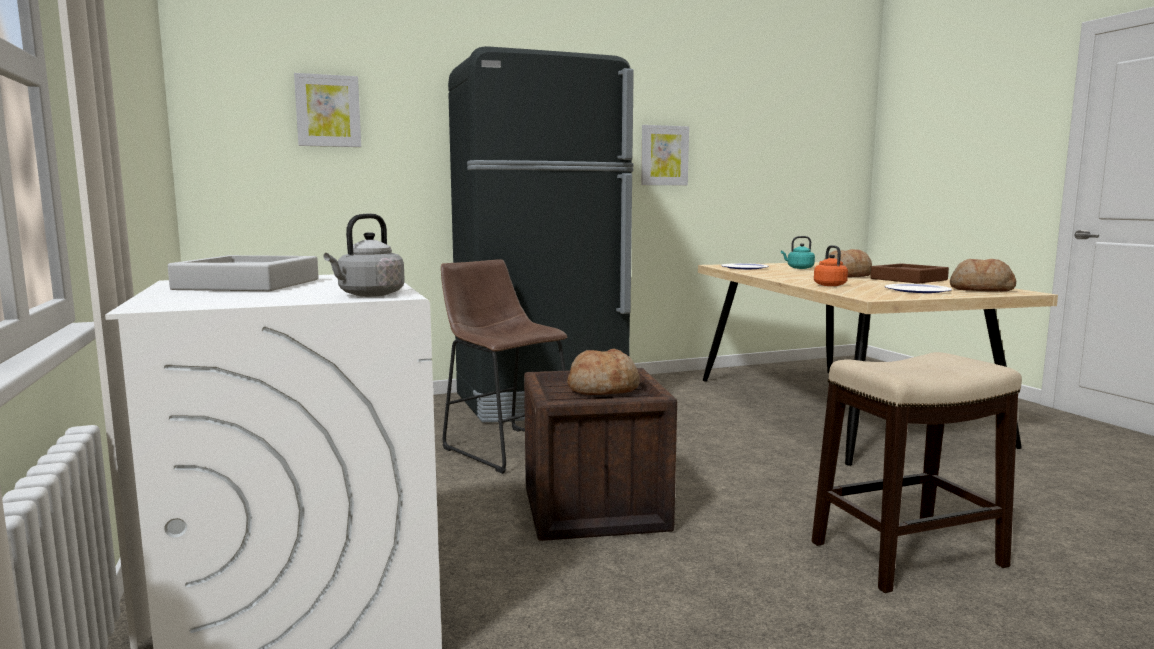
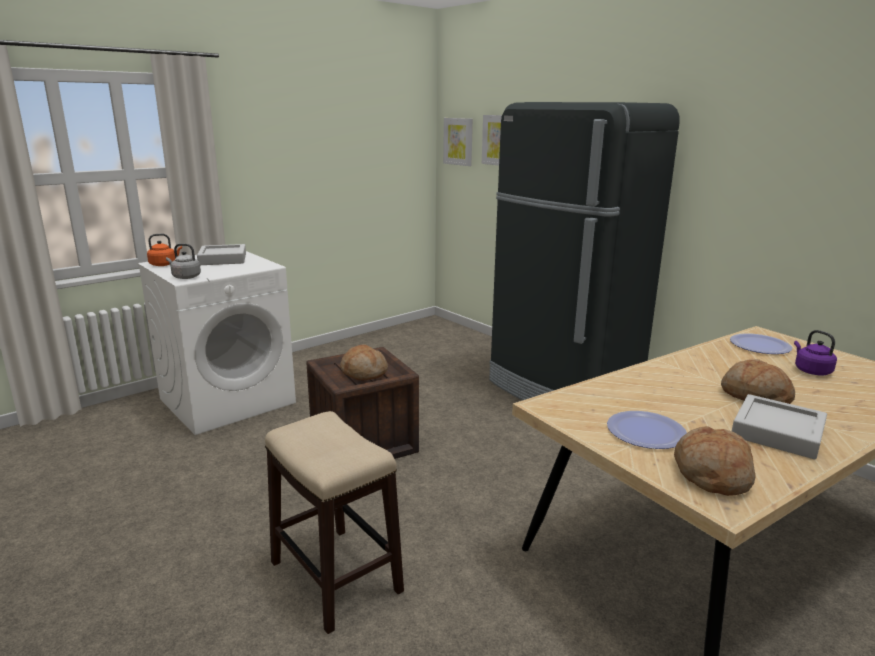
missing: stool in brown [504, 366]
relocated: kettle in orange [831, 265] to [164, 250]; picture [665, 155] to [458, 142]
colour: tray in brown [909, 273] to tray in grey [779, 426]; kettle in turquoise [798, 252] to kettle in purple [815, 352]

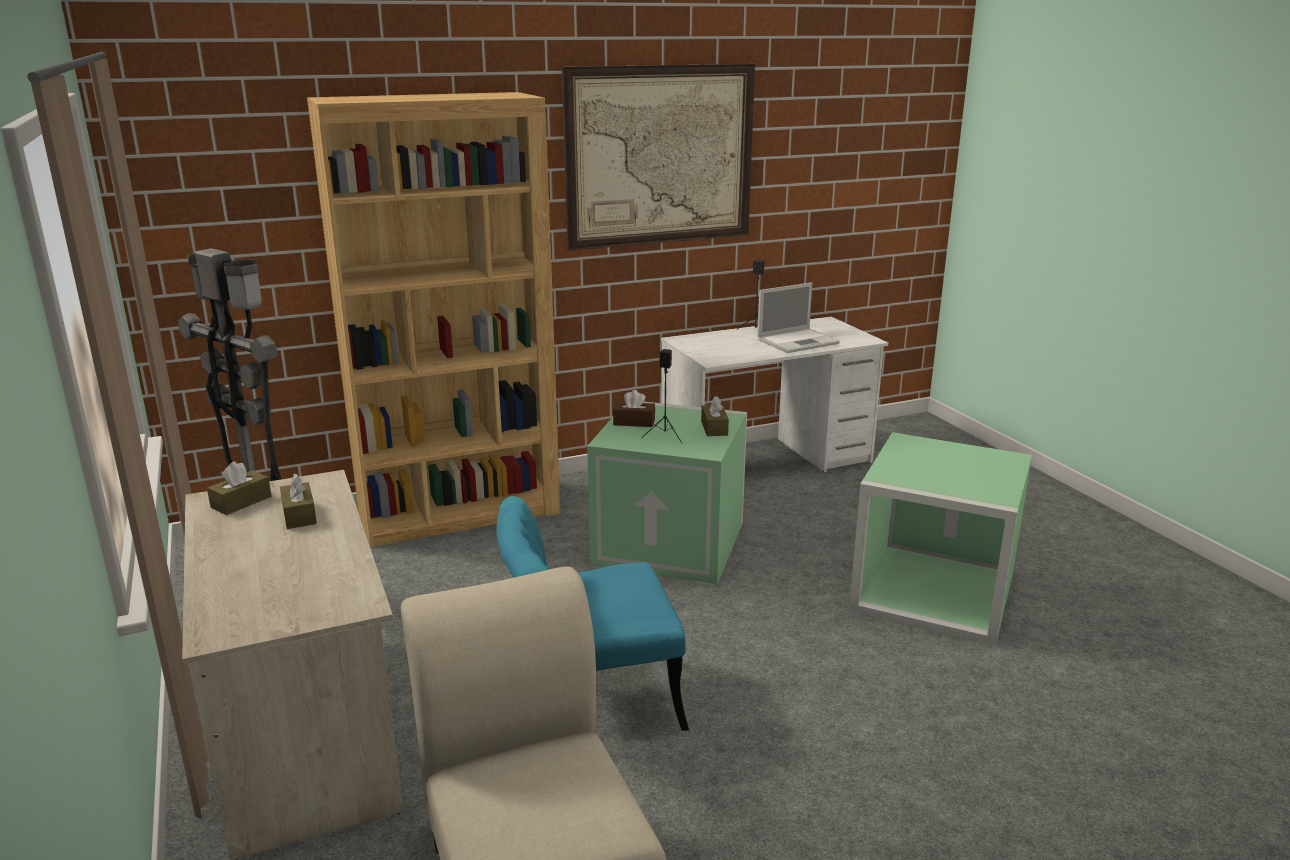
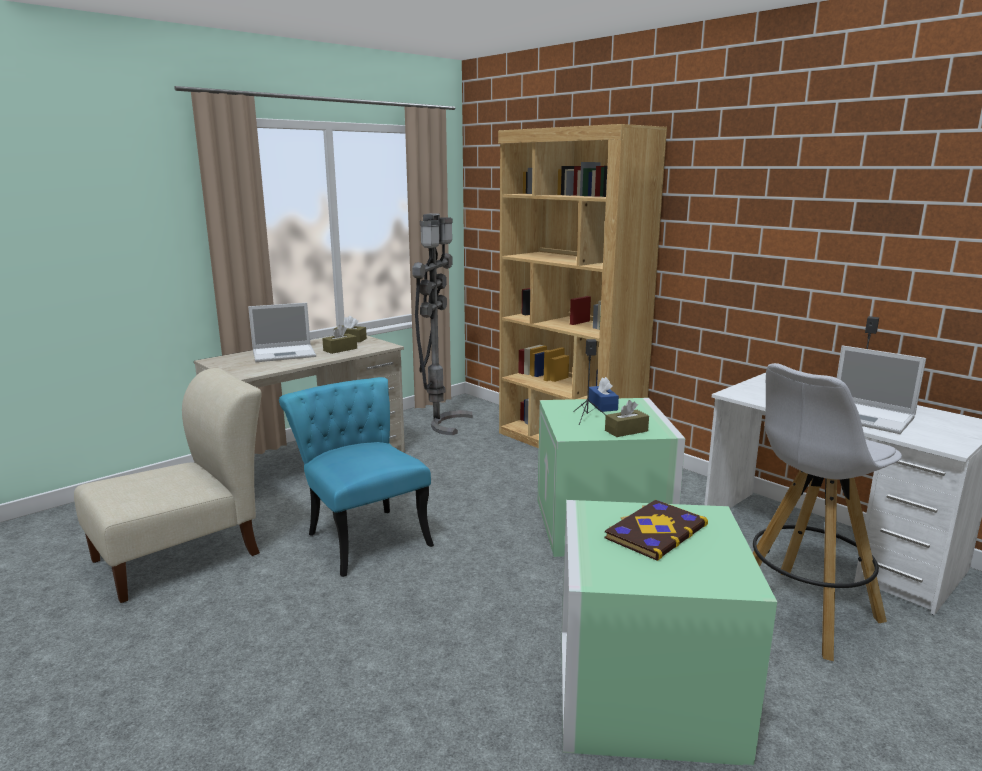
missing: picture [658, 157]
appeared: laptop [282, 332]; book [656, 530]; stool in white [827, 512]
colour: tissue box in brown [634, 408] to tissue box in blue [604, 394]

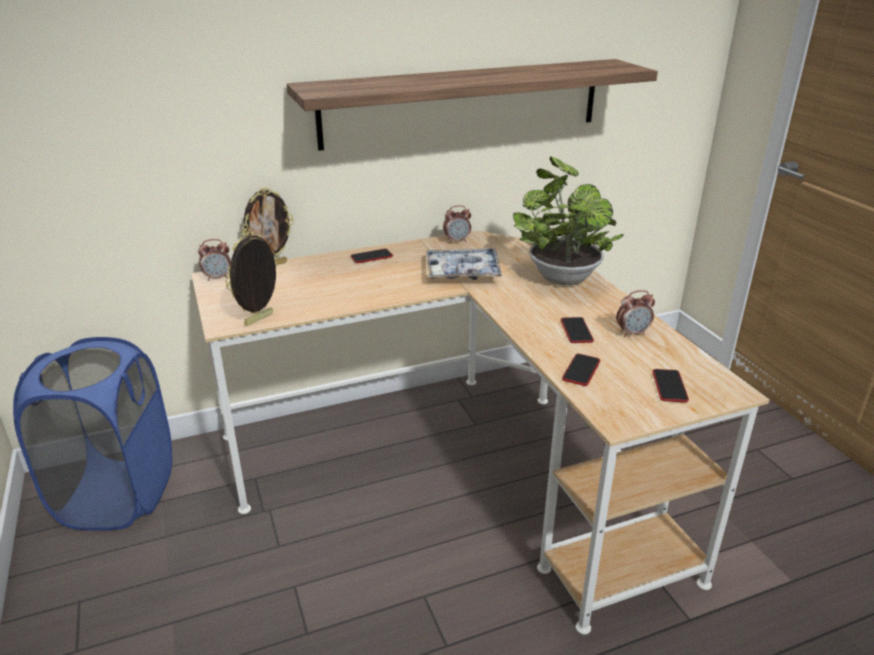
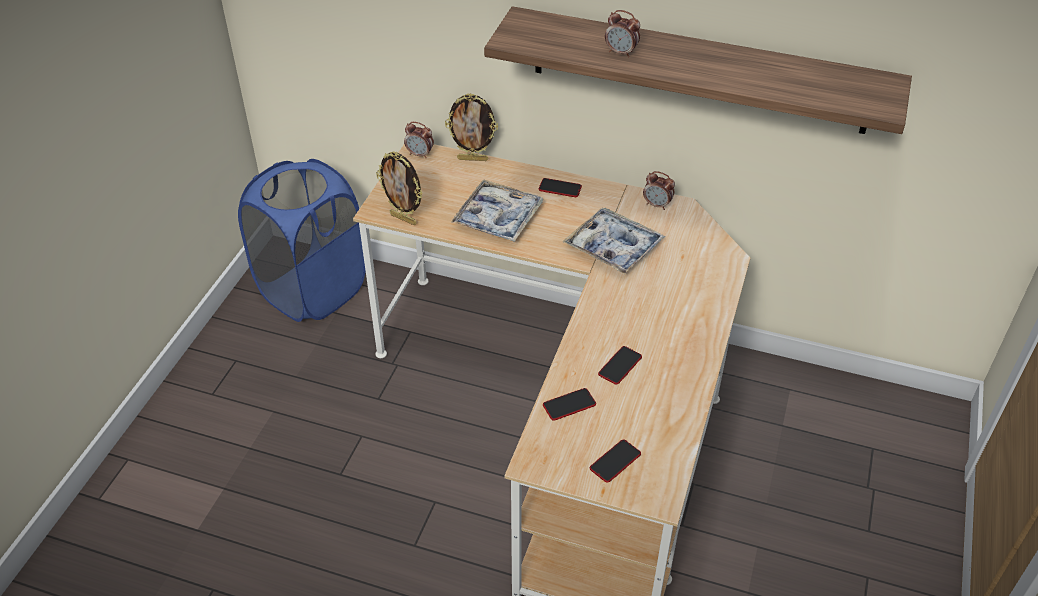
missing: potted plant [568, 221]
appeared: tray [497, 210]
relocated: alarm clock [635, 313] to [622, 34]
spun: picture frame [251, 278] = [399, 188] 135 degrees counterclockwise

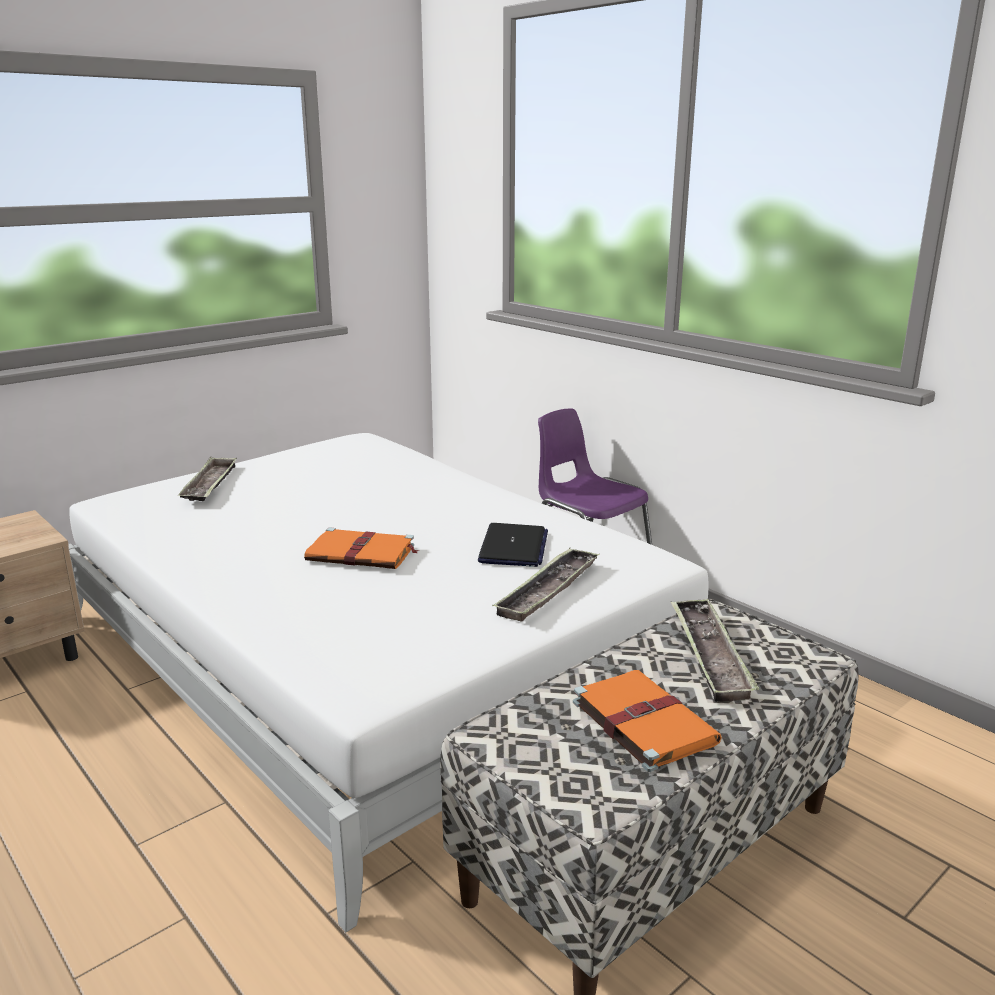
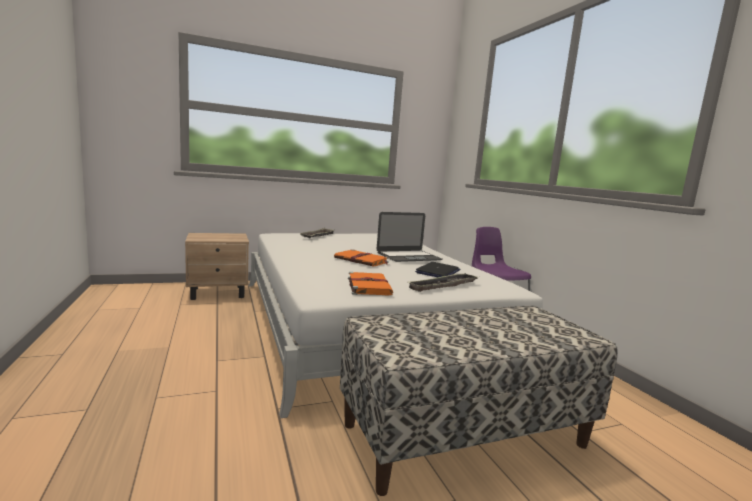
missing: tray [715, 650]
appeared: laptop [409, 237]
relocated: book in orange [647, 721] to [370, 284]

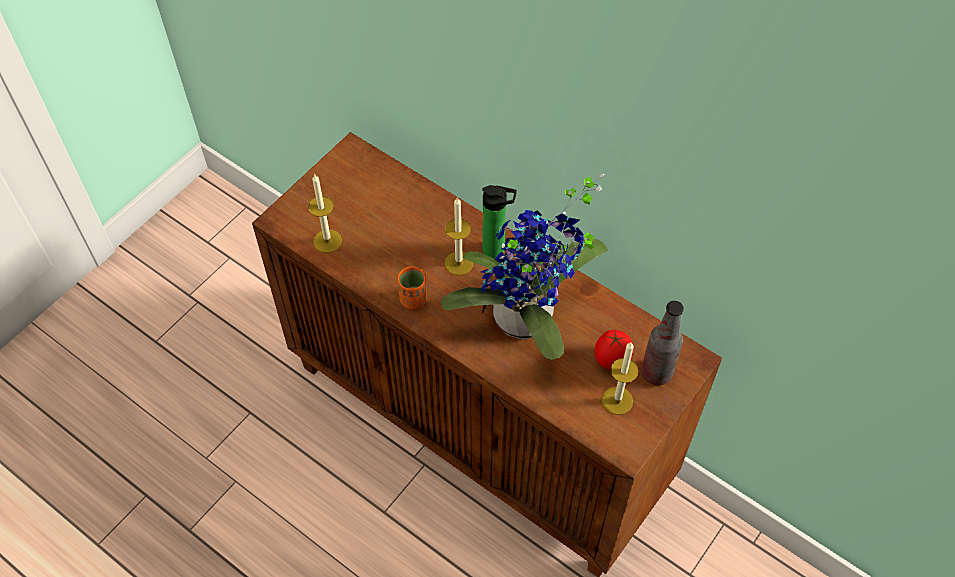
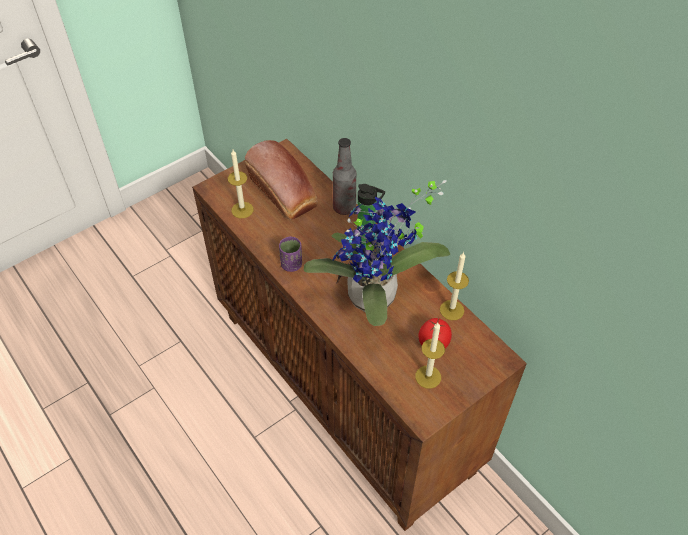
appeared: bread [281, 180]
relocated: bottle [662, 343] to [344, 176]; candle [459, 236] to [454, 286]
colour: cup in orange [412, 287] to cup in purple [290, 254]

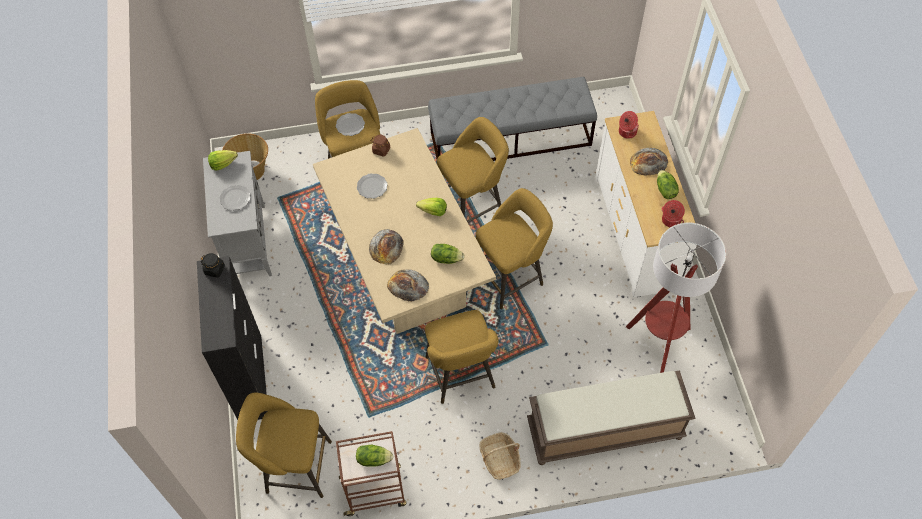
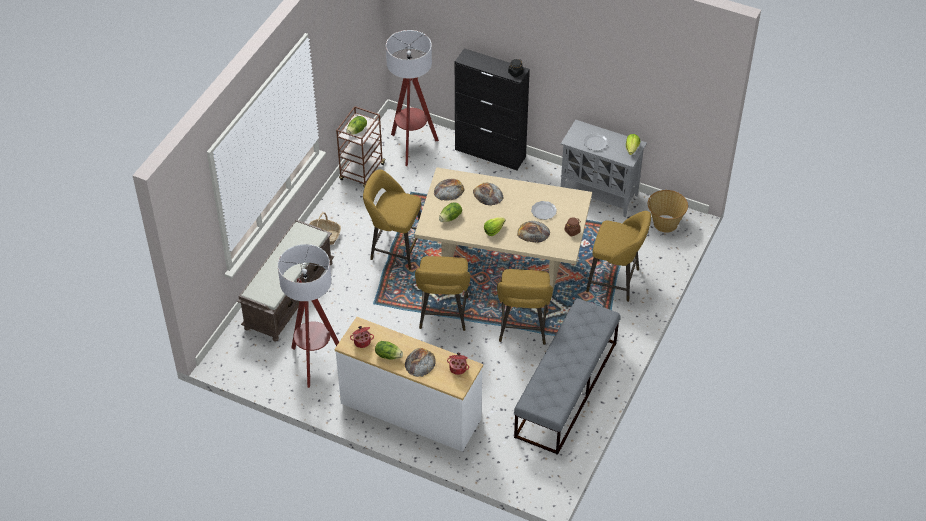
missing: plate [350, 124]
appeared: bread [533, 232]
exchanged: stool in yellow [284, 445] to floor lamp [412, 98]

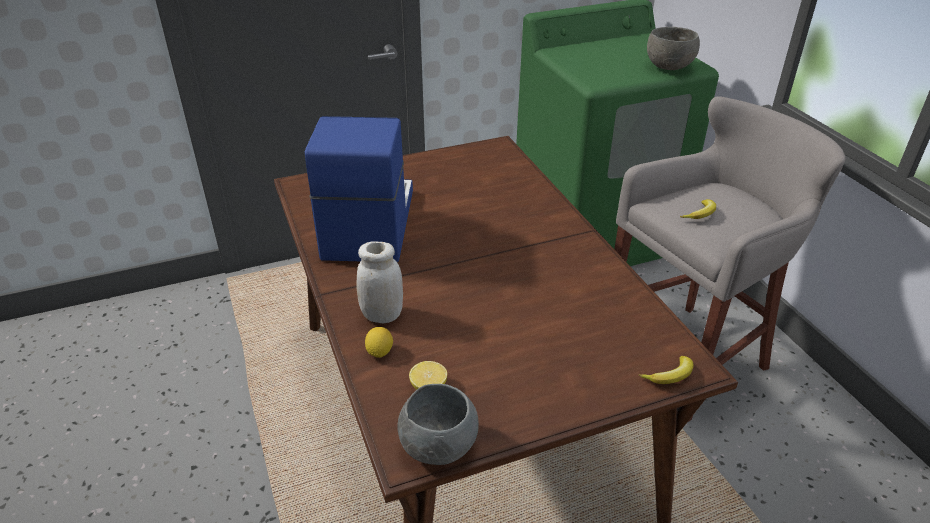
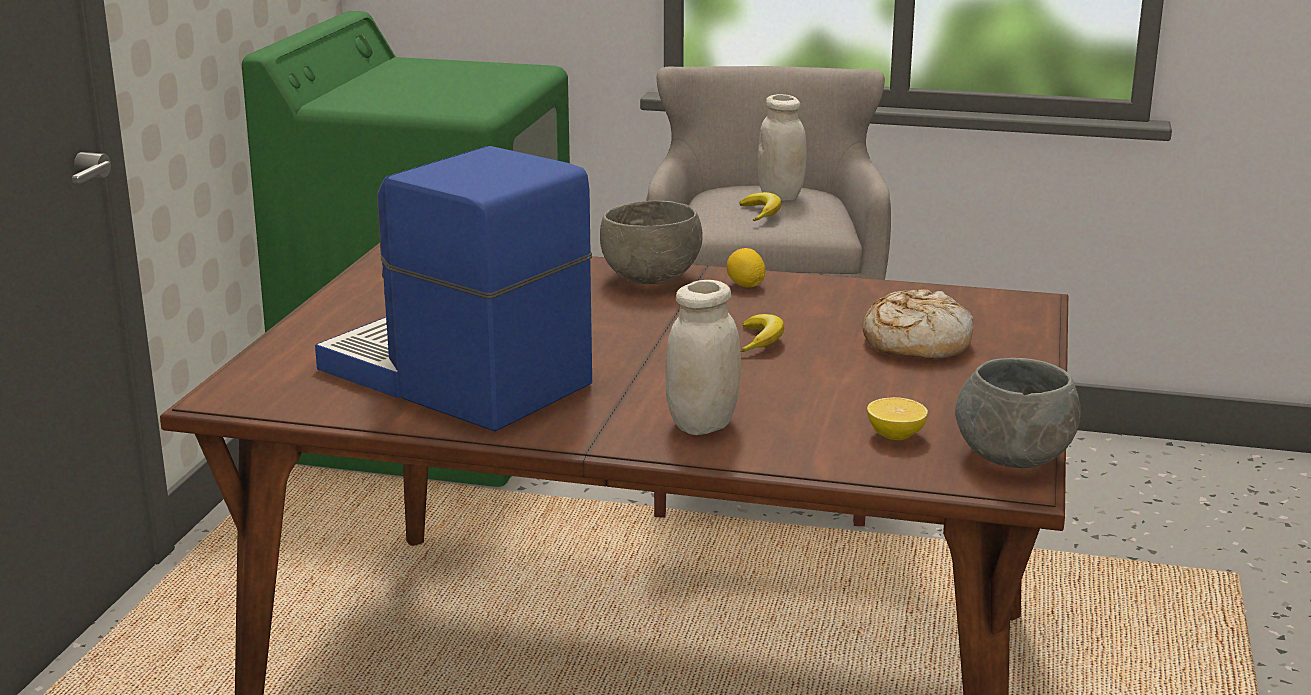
appeared: jar in white [782, 147]; bread [917, 324]
relocated: bowl in grey [673, 48] to [651, 242]; lemon [379, 342] to [746, 267]; banana [666, 370] to [762, 333]

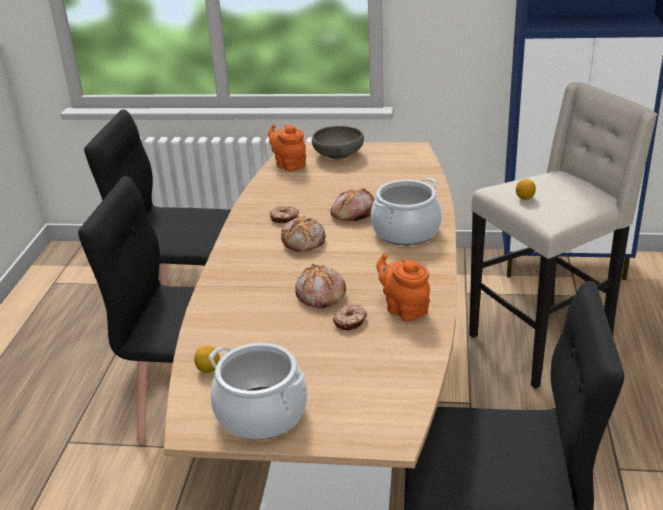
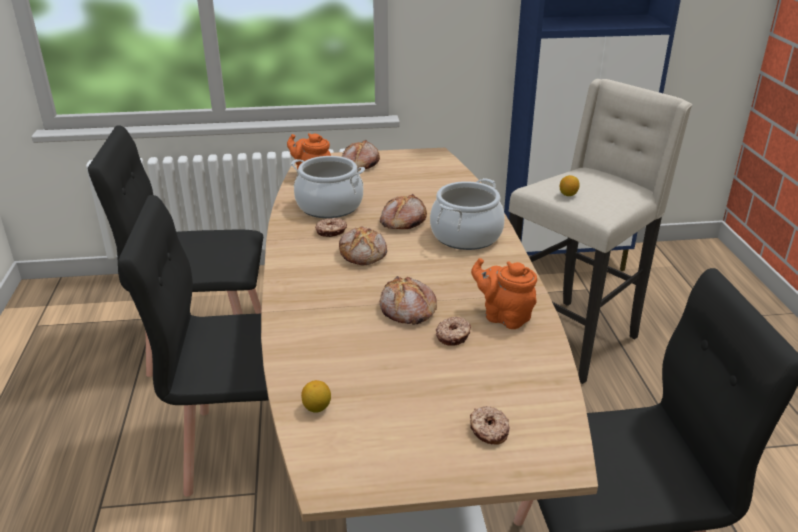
appeared: donut [489, 425]
relocated: cooking pot [258, 391] to [328, 187]
exchanged: bowl in grey [338, 142] to bread [361, 155]

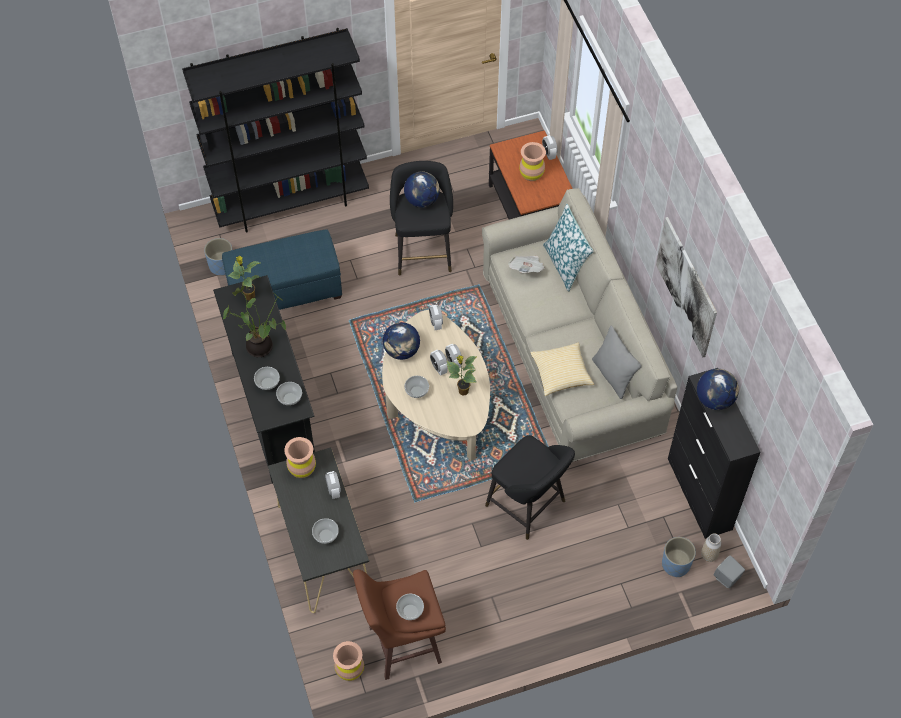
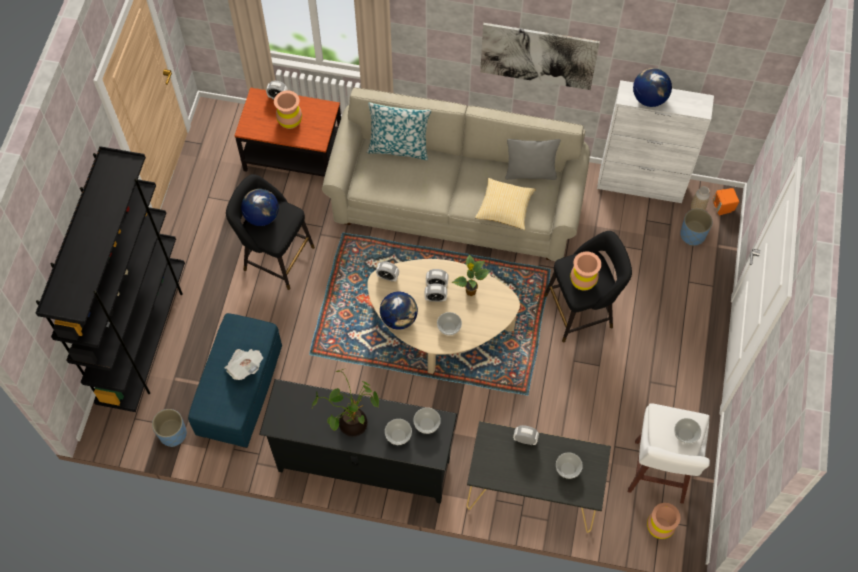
missing: potted plant [244, 278]
relocated: newspaper [526, 264] to [244, 364]; vase in brown [300, 457] to [585, 271]
colour: cabinet in black [714, 453] to cabinet in white [655, 141]; stool in brown [399, 624] to stool in white [669, 453]; speaker in grey [729, 571] to speaker in orange [725, 201]

